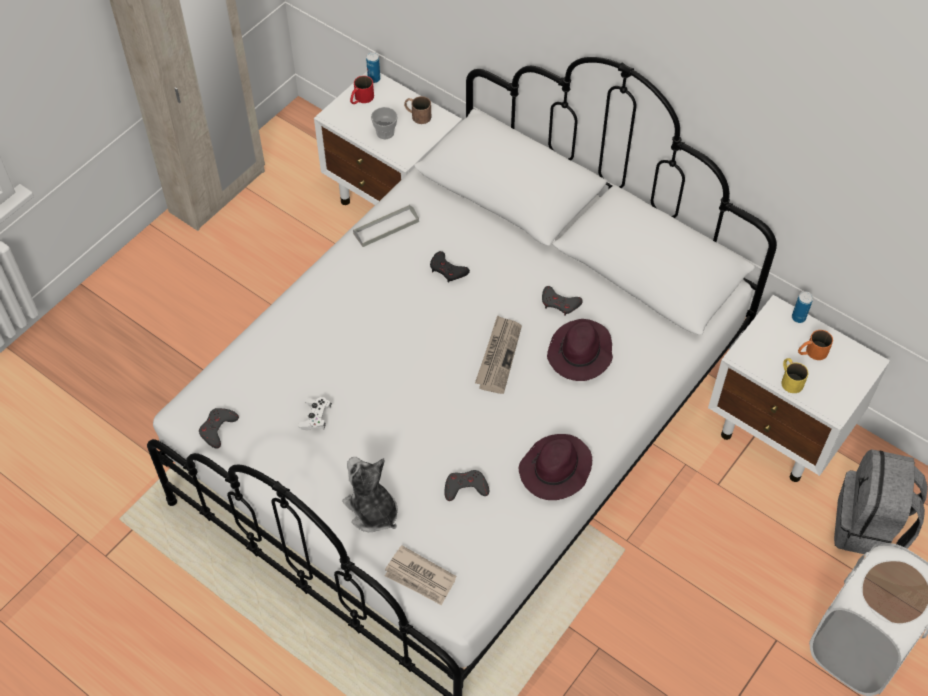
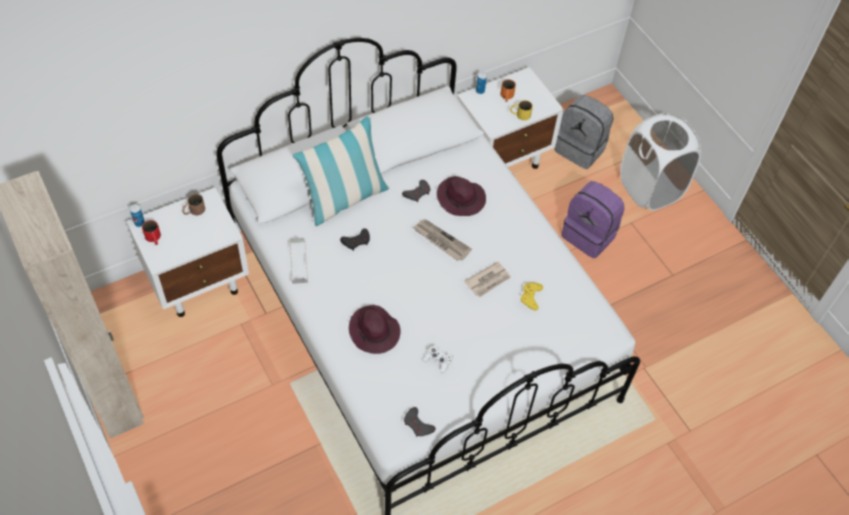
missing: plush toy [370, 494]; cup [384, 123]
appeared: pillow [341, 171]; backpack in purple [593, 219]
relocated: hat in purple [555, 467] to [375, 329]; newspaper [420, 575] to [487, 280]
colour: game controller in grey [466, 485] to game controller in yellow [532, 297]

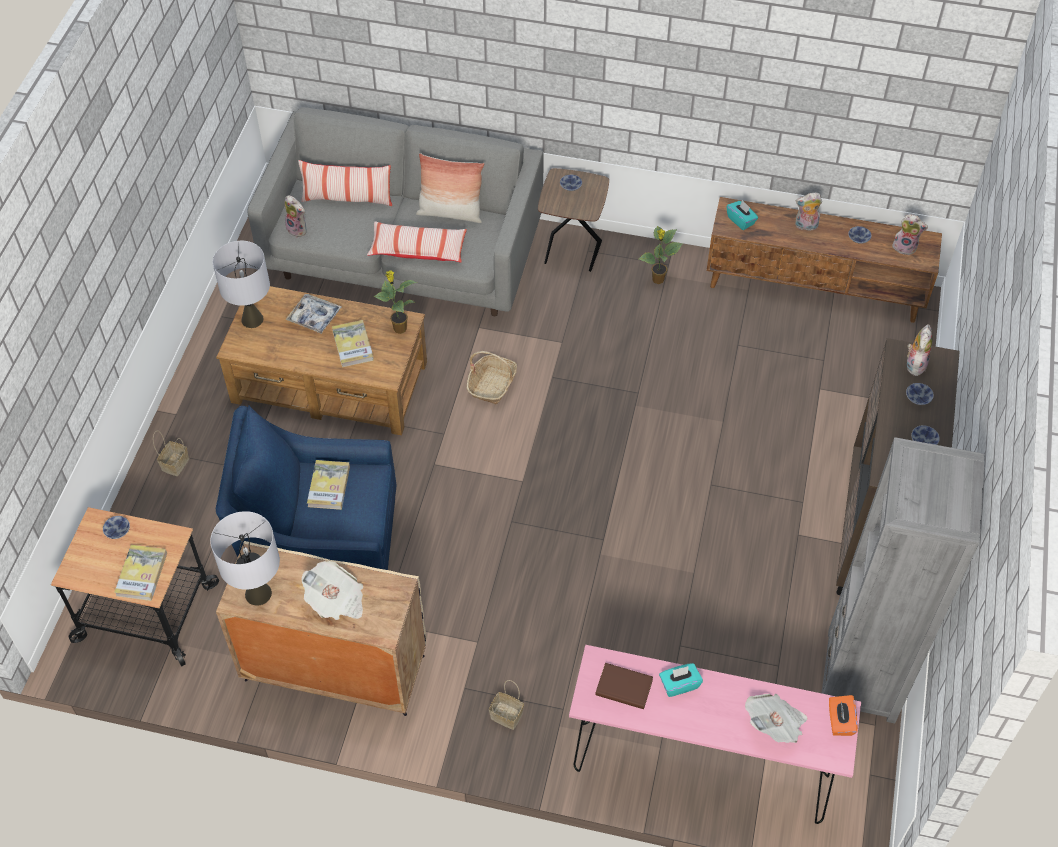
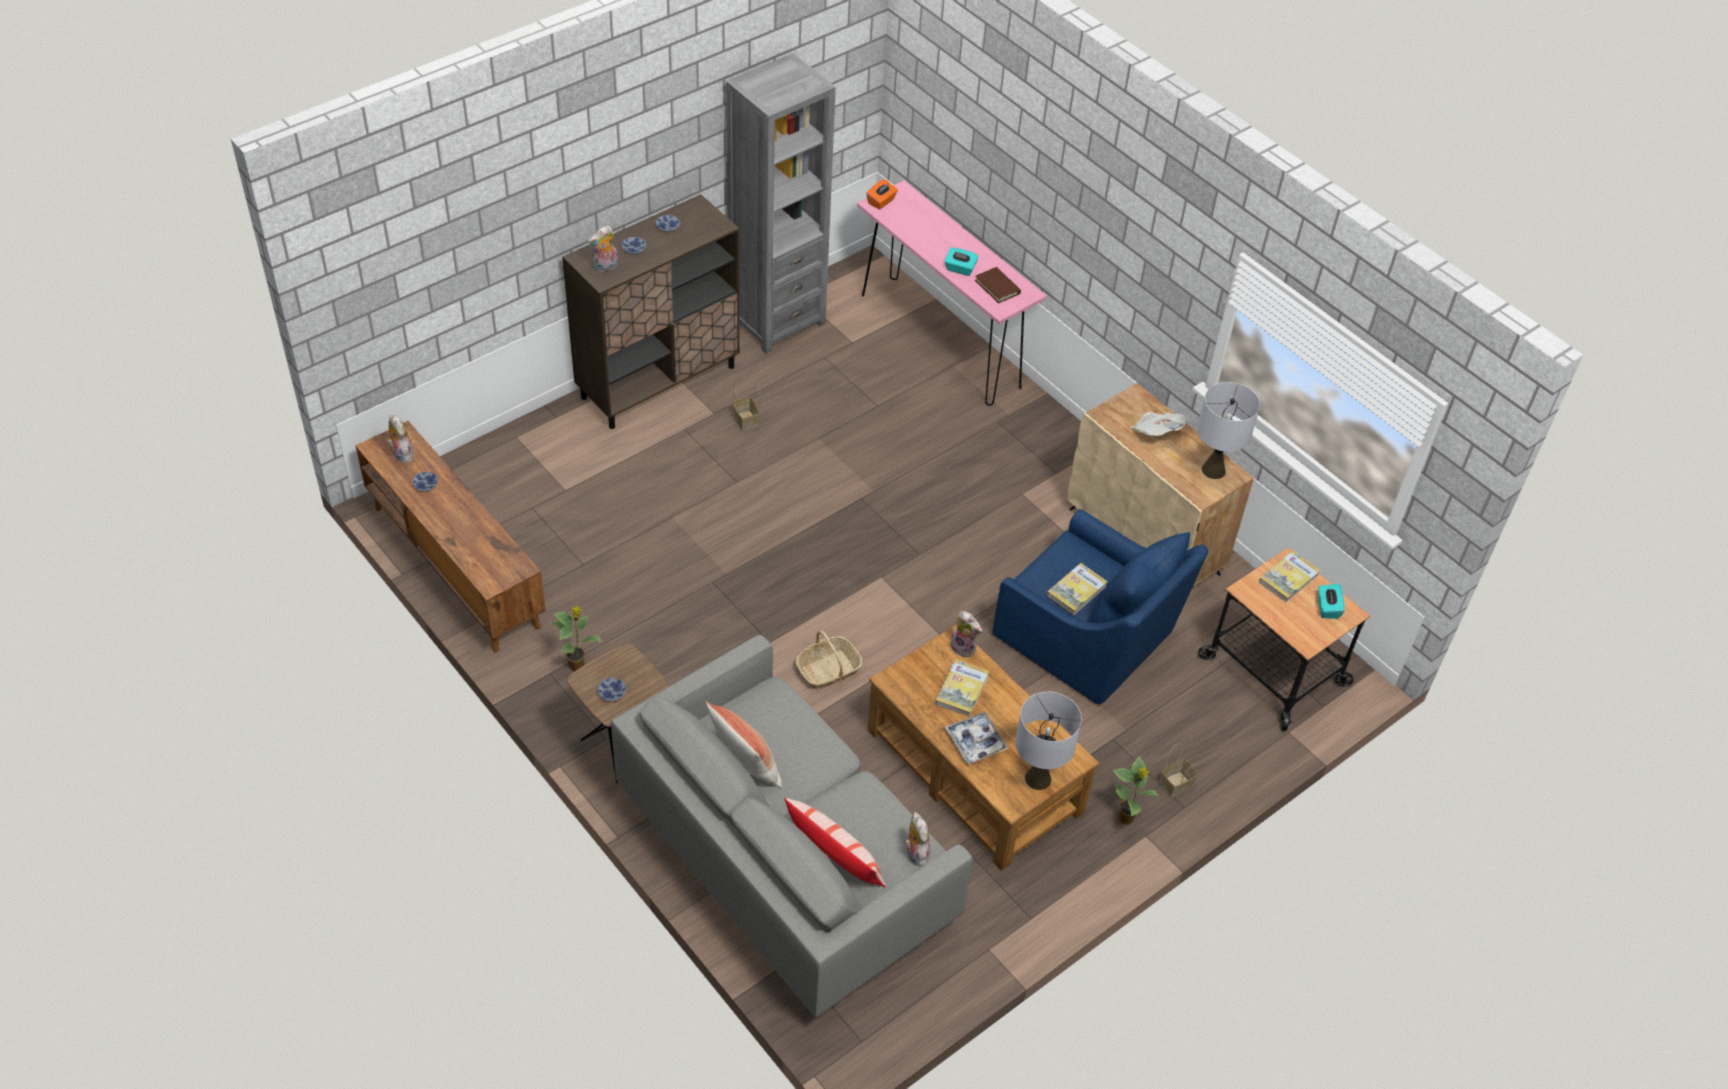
missing: bowl [116, 527]; pillow [417, 242]; newspaper [776, 718]
relocated: basket [506, 705] to [746, 406]; plush toy [808, 212] to [966, 634]; potted plant [396, 302] to [1135, 790]; tissue box in turquoise [742, 215] to [1331, 601]

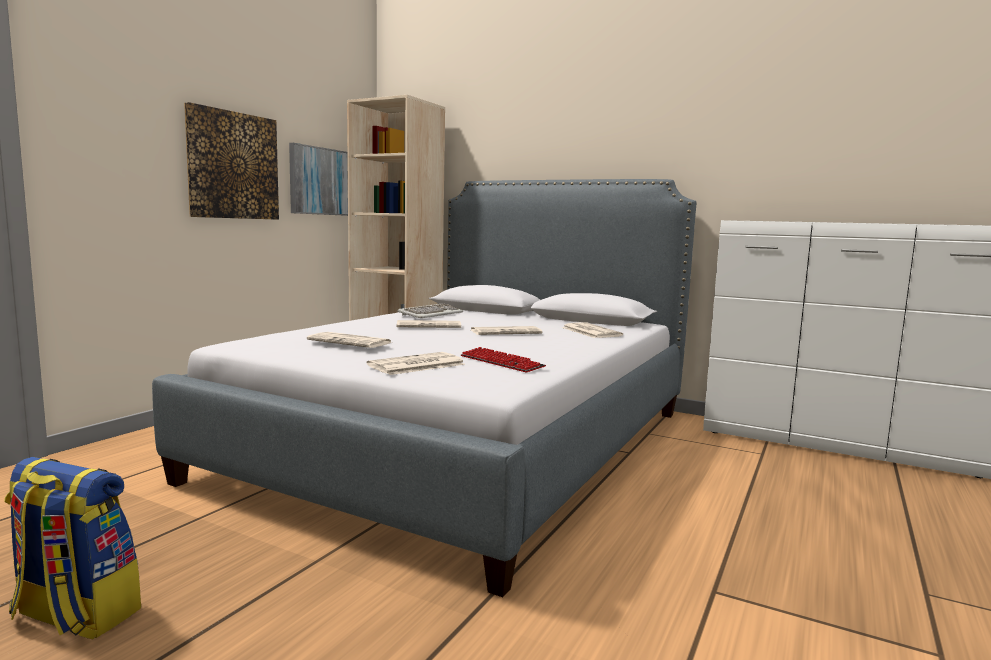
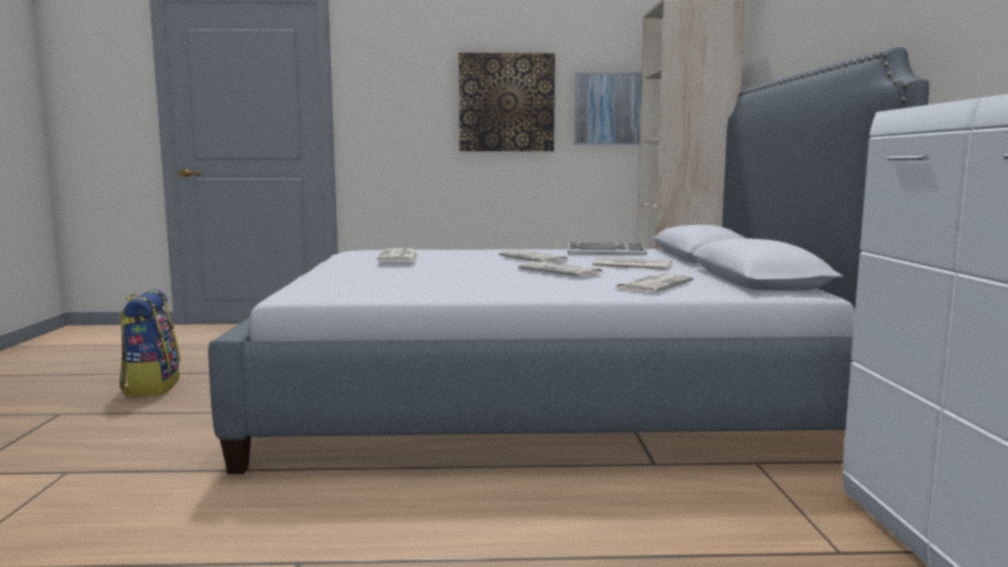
missing: keyboard [503, 359]
relocated: newspaper [416, 363] to [631, 263]

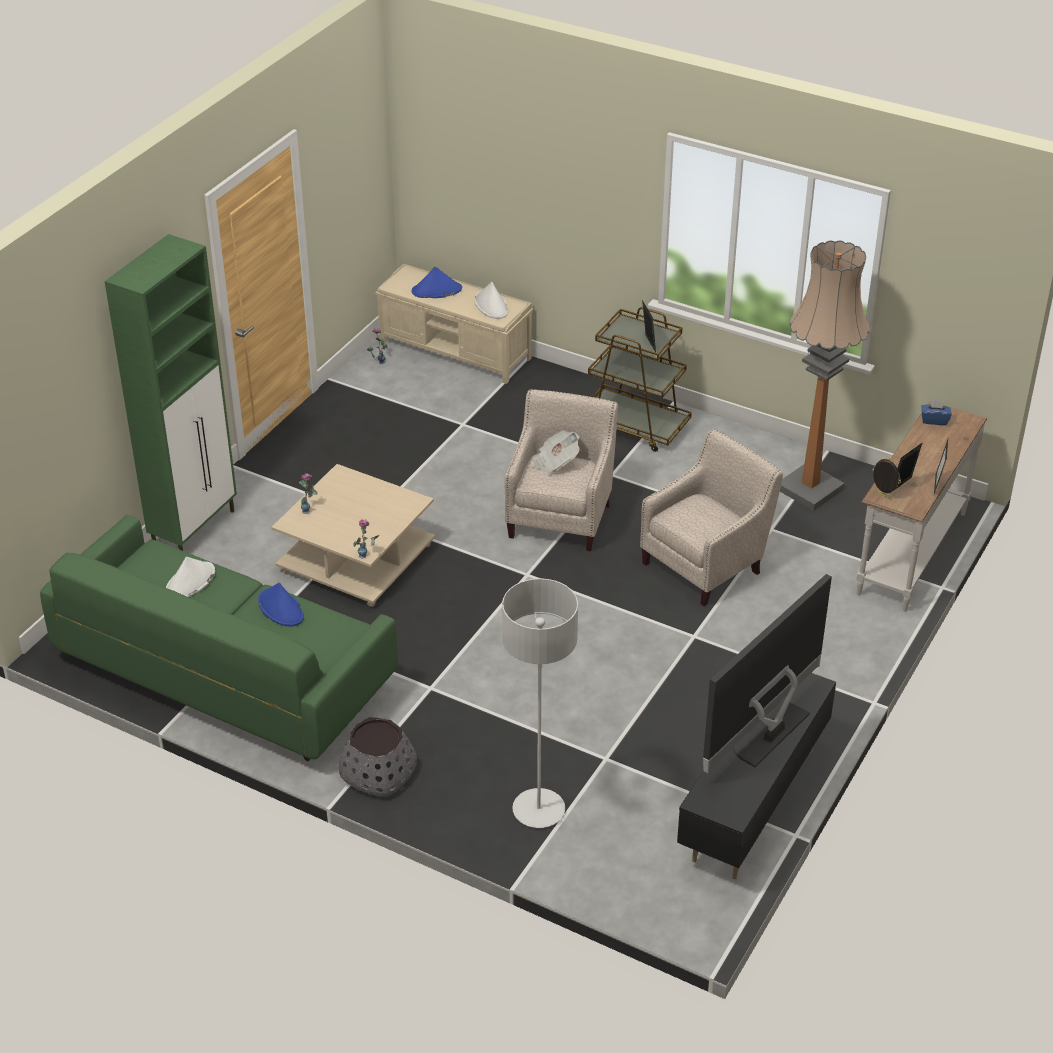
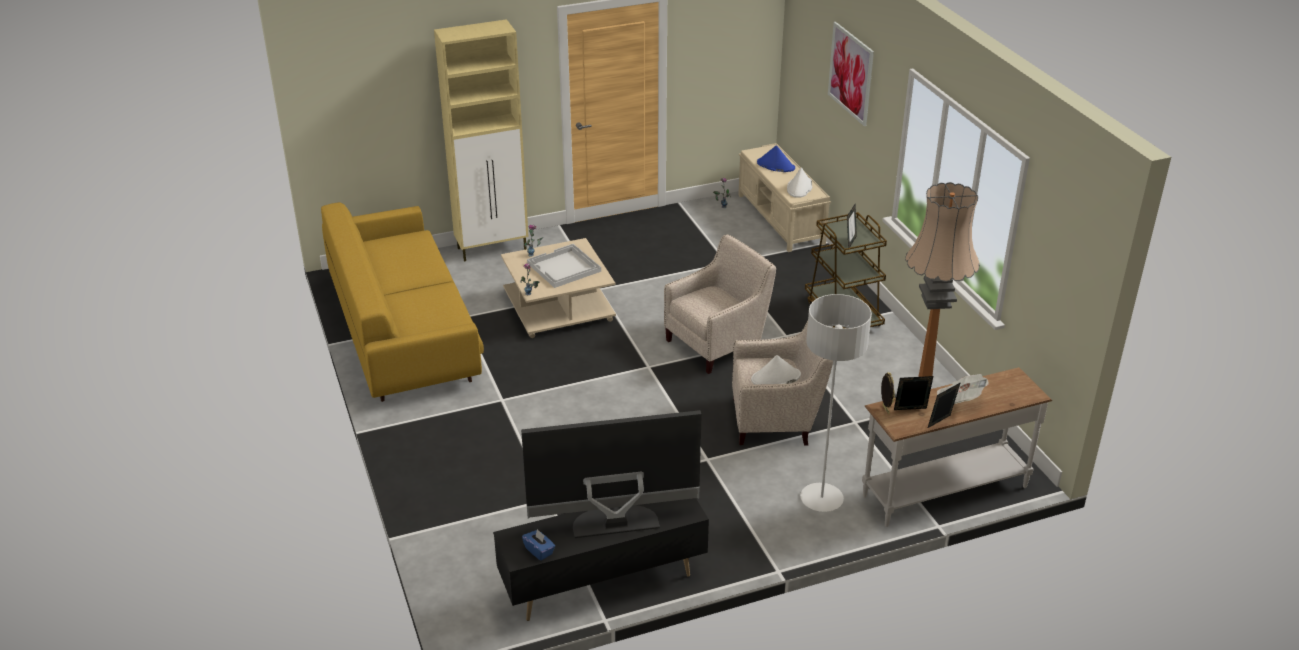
missing: hat in blue [281, 605]; planter in grey [378, 756]
appeared: tray in white [564, 266]; picture [851, 74]
relocated: tissue box in blue [936, 412] to [538, 545]; hat in white [190, 577] to [776, 369]; floor lamp in grey [540, 703] to [836, 403]; newspaper [555, 452] to [963, 389]
colour: sofa in green [219, 638] to sofa in yellow [402, 302]; cabinet in green [171, 392] to cabinet in beige [481, 140]

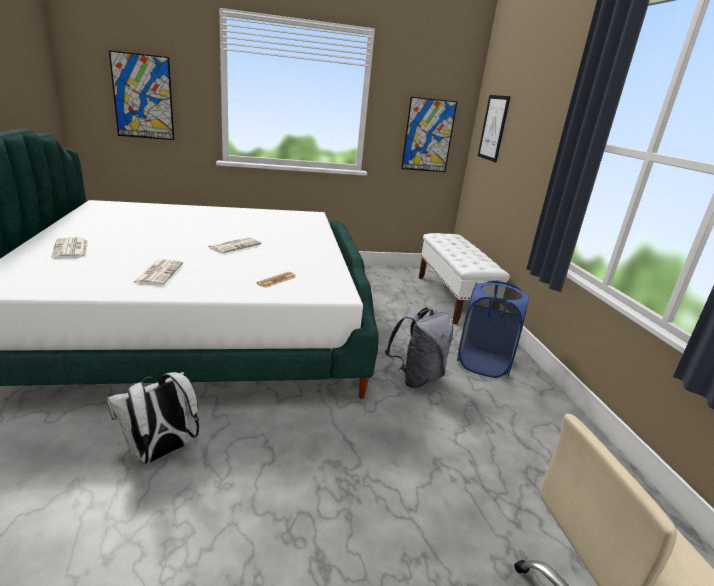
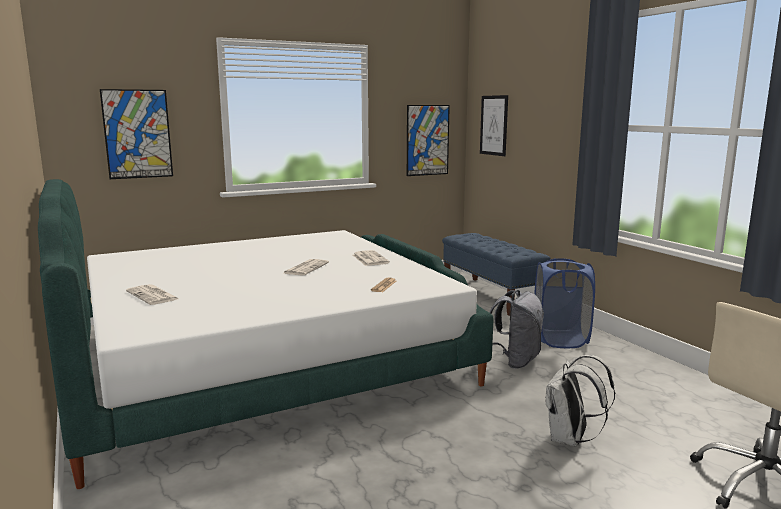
relocated: newspaper [158, 272] to [371, 258]; backpack in white [152, 418] to [580, 401]
colour: bench in white [464, 278] to bench in blue [496, 274]

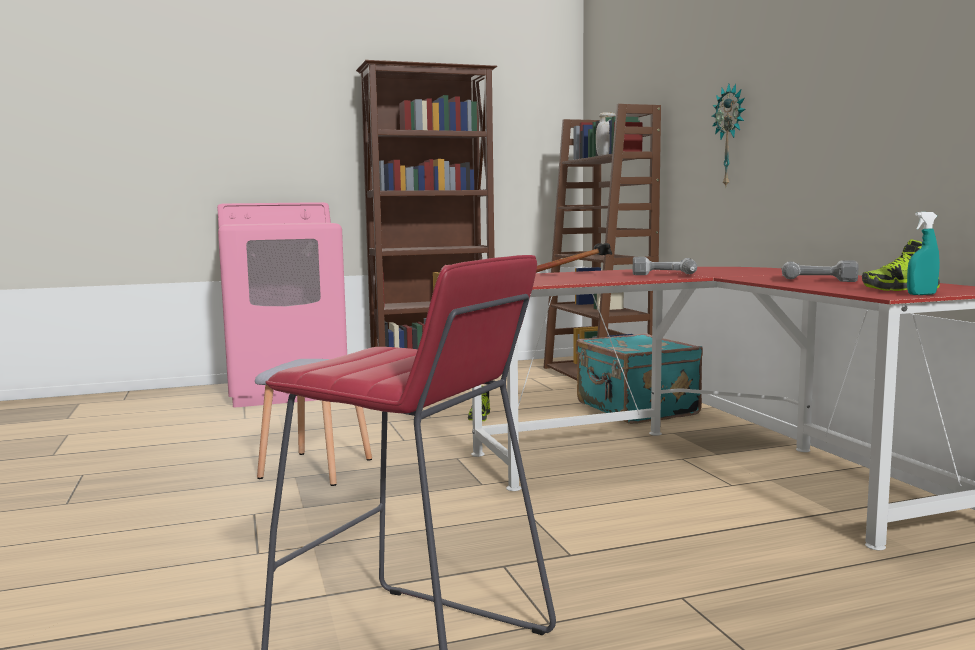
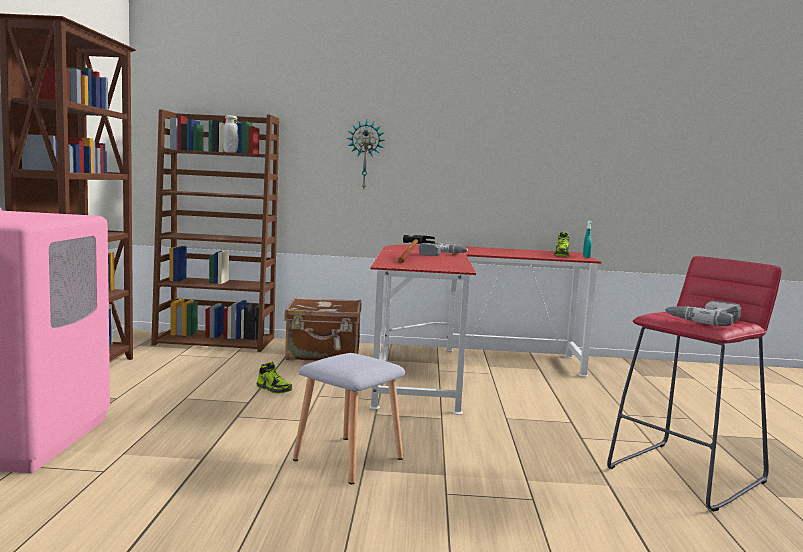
relocated: power drill [819, 271] to [703, 313]
colour: suitcase in turquoise [639, 378] to suitcase in brown [322, 329]

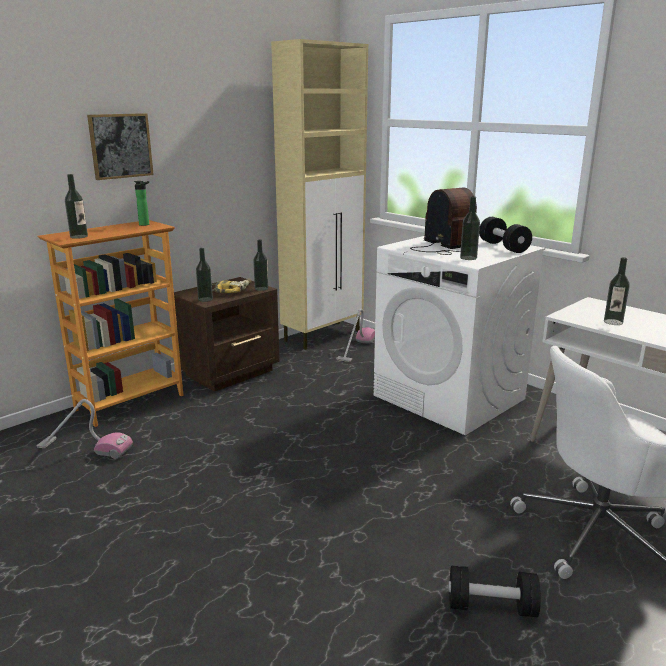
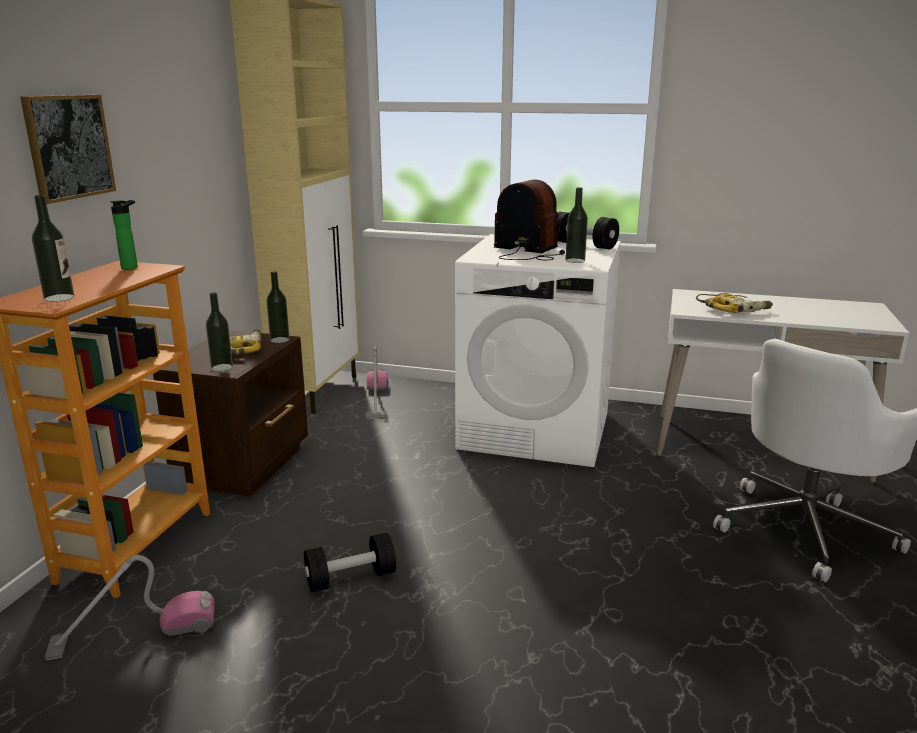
relocated: dumbbell in black [494, 591] to [350, 562]
exchanged: bottle [617, 291] to power drill [734, 303]

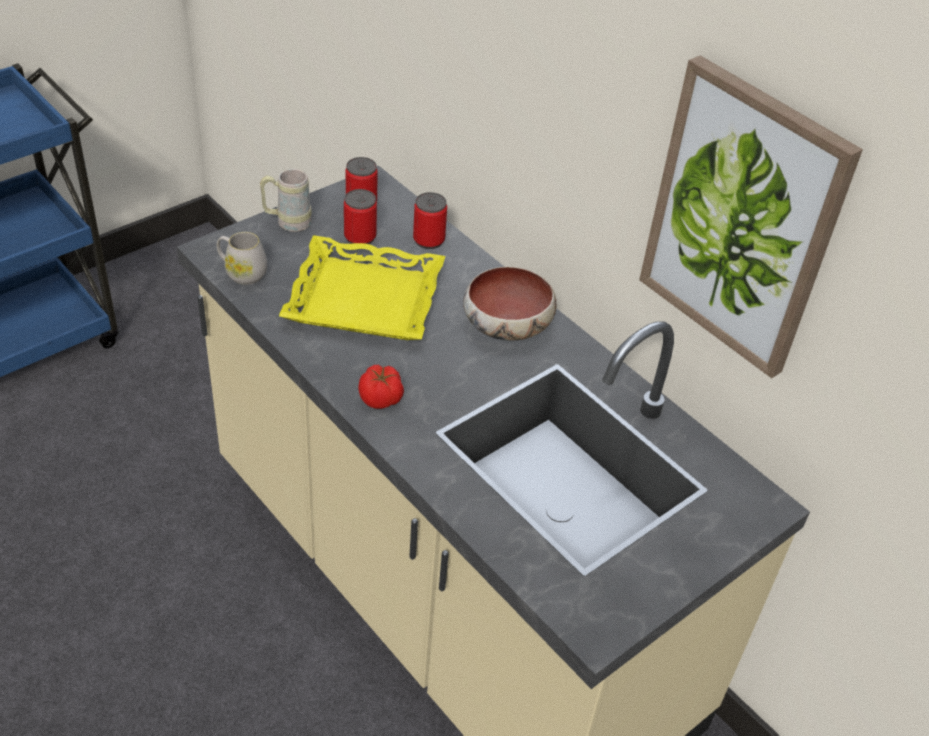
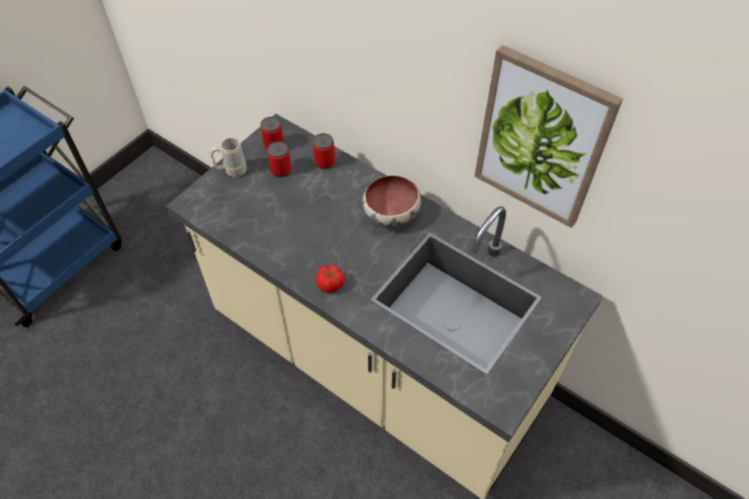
missing: mug in white [242, 258]; tray in yellow [362, 287]

